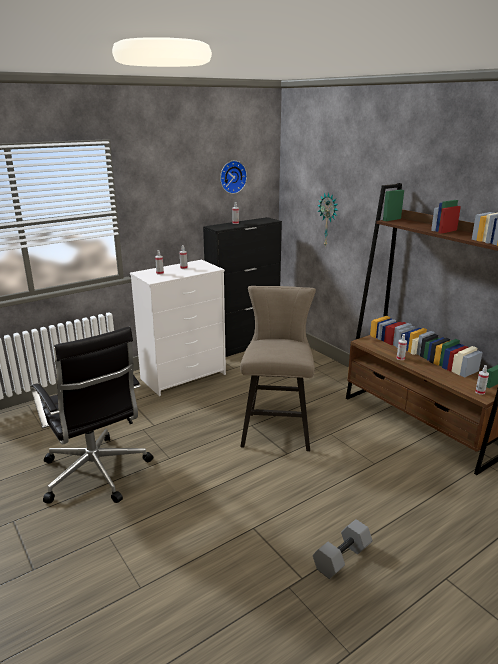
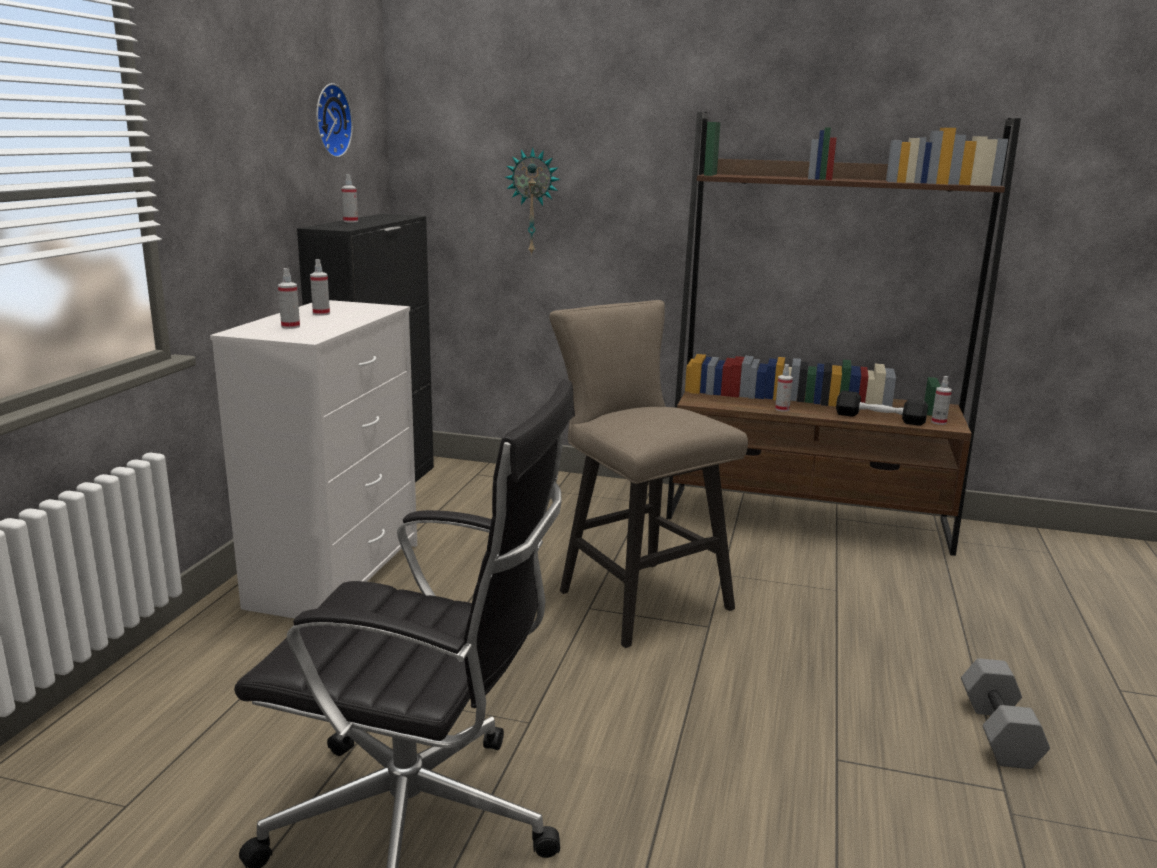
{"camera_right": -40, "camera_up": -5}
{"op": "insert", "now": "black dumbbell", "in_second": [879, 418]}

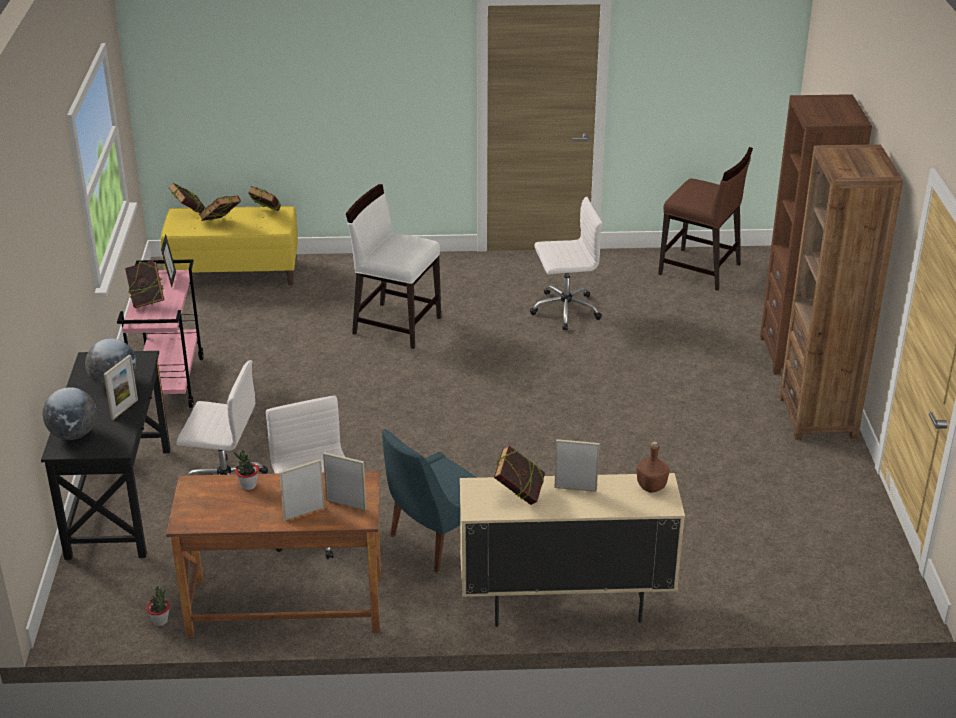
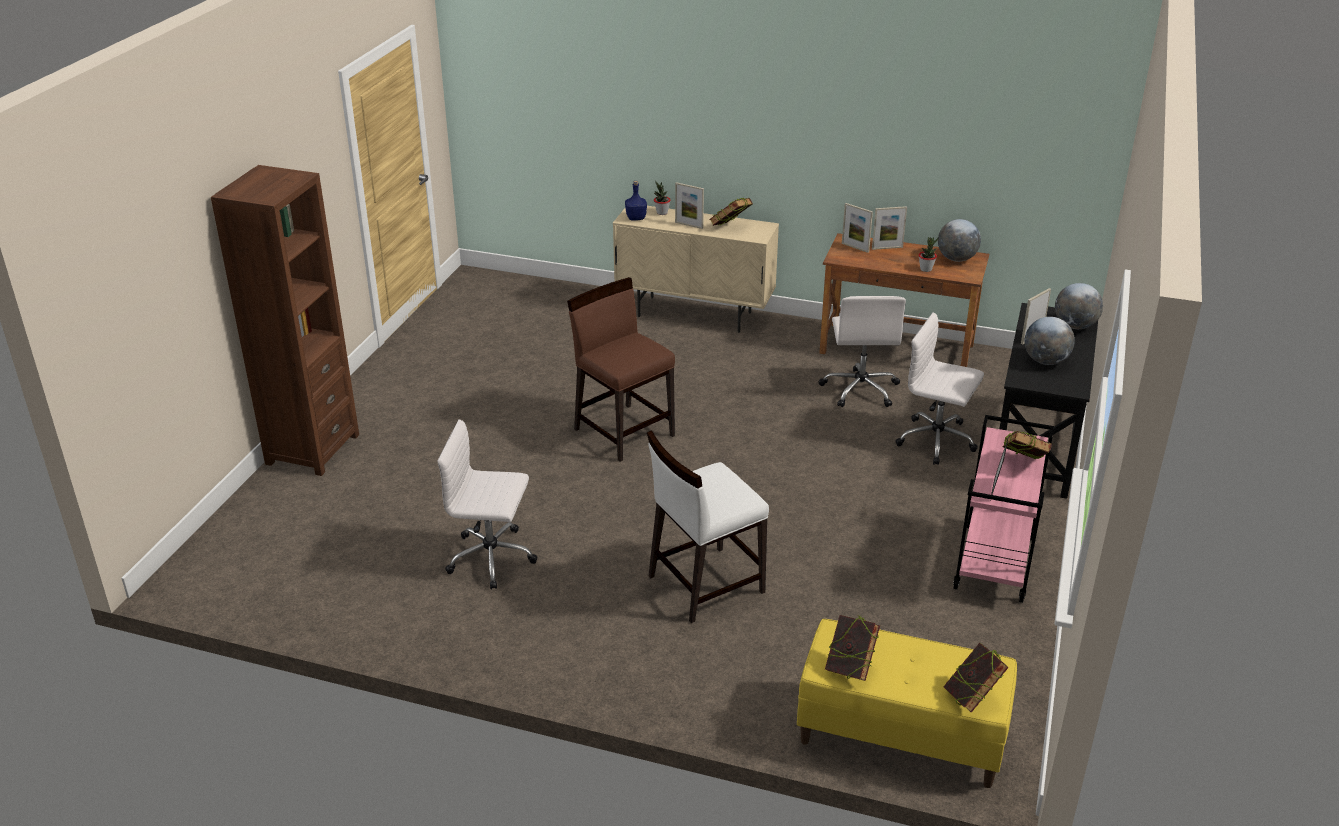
{"camera_right": -160, "camera_up": 0}
{"op": "move", "was": "brown chair", "in_first": [700, 270], "in_second": [624, 431]}
{"op": "recolor", "was": "brown bottle", "now": "blue bottle", "in_first": [651, 486], "in_second": [636, 218]}
{"op": "rotate", "was": "white chair", "in_first": [396, 325], "in_second": [704, 584], "clockwise": 105}
{"op": "move", "was": "potted plant", "in_first": [160, 621], "in_second": [662, 213]}
{"op": "insert", "now": "globe", "in_second": [956, 259]}
{"op": "delete", "was": "book", "in_first": [221, 224]}
{"op": "delete", "was": "blue chair", "in_first": [435, 541]}
{"op": "delete", "was": "brown bookcase", "in_first": [818, 417]}

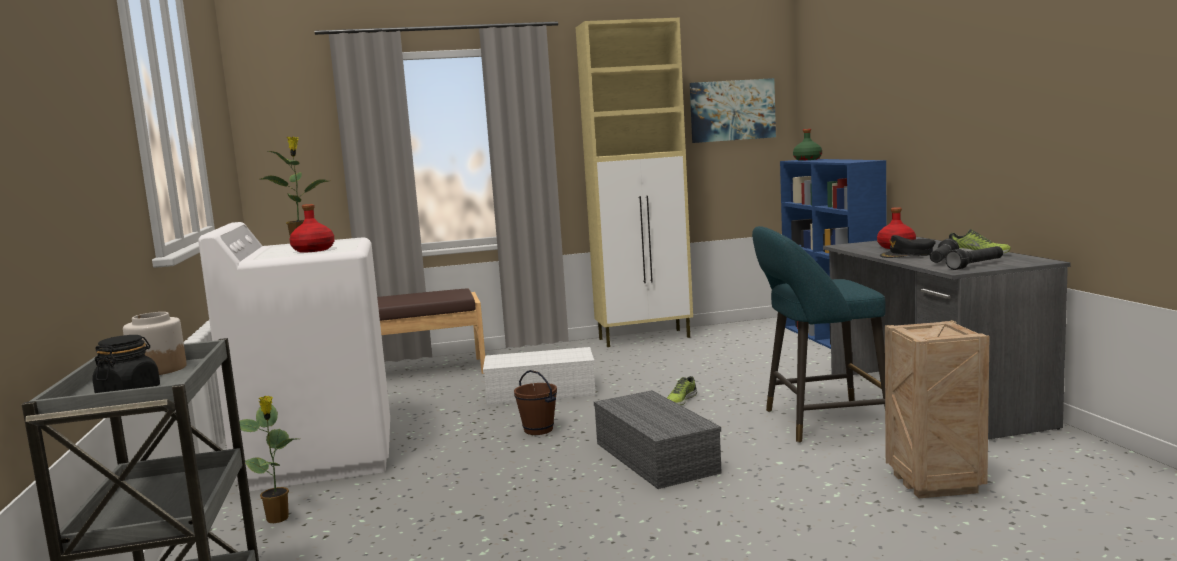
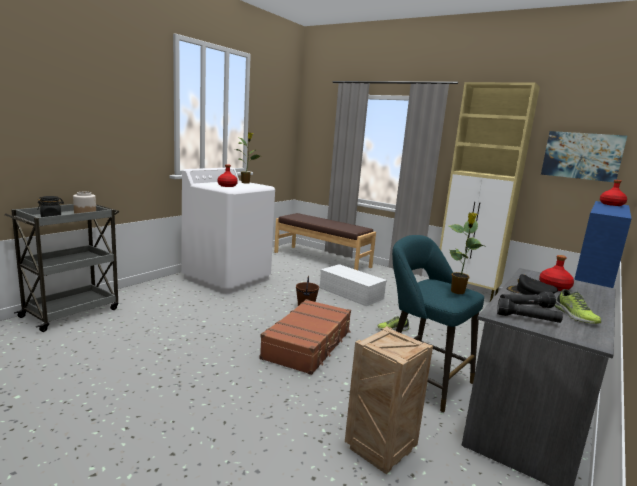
{"camera_right": 45, "camera_up": 5}
{"op": "replace", "was": "grey storage box", "now": "brown suitcase", "in_first": [653, 457], "in_second": [308, 345]}
{"op": "move", "was": "potted plant", "in_first": [278, 519], "in_second": [458, 292]}
{"op": "recolor", "was": "green bottle", "now": "red bottle", "in_first": [807, 159], "in_second": [611, 204]}

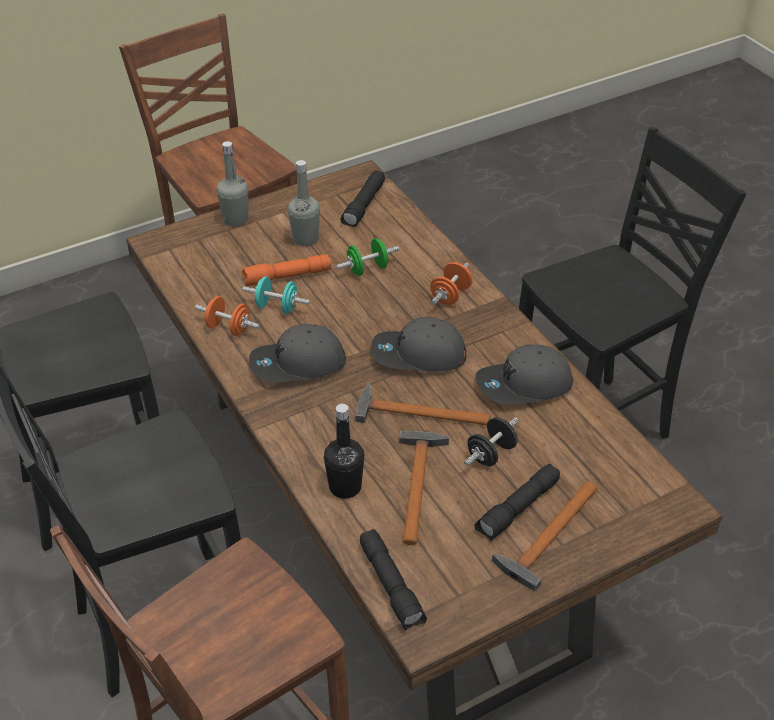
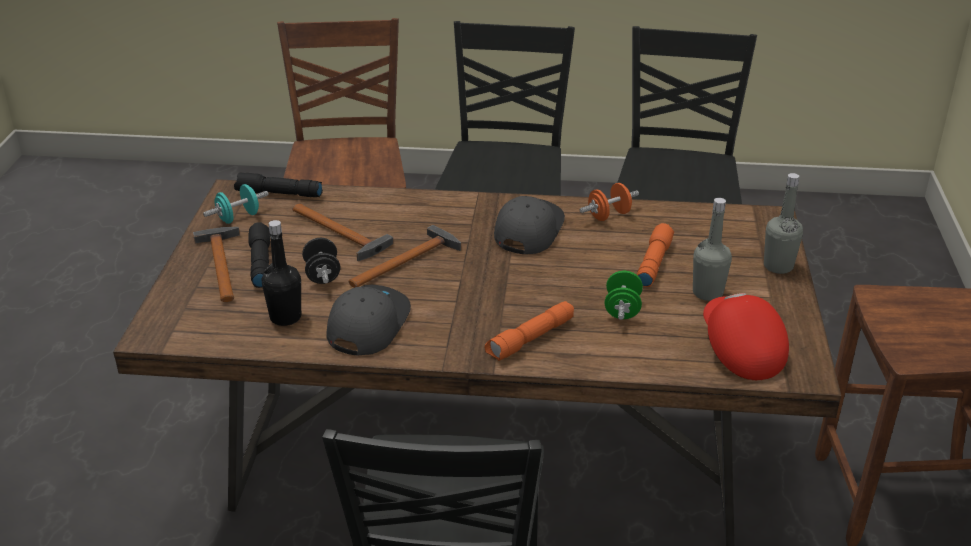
{"camera_right": 125, "camera_up": -10}
{"op": "move", "was": "turquoise dumbbell", "in_first": [277, 307], "in_second": [238, 217]}
{"op": "move", "was": "black bottle", "in_first": [345, 487], "in_second": [285, 317]}
{"op": "replace", "was": "orange dumbbell", "now": "orange flashlight", "in_first": [450, 295], "in_second": [531, 340]}
{"op": "replace", "was": "black flashlight", "now": "red cap", "in_first": [364, 206], "in_second": [739, 350]}
{"op": "delete", "was": "grey cap", "in_first": [418, 356]}

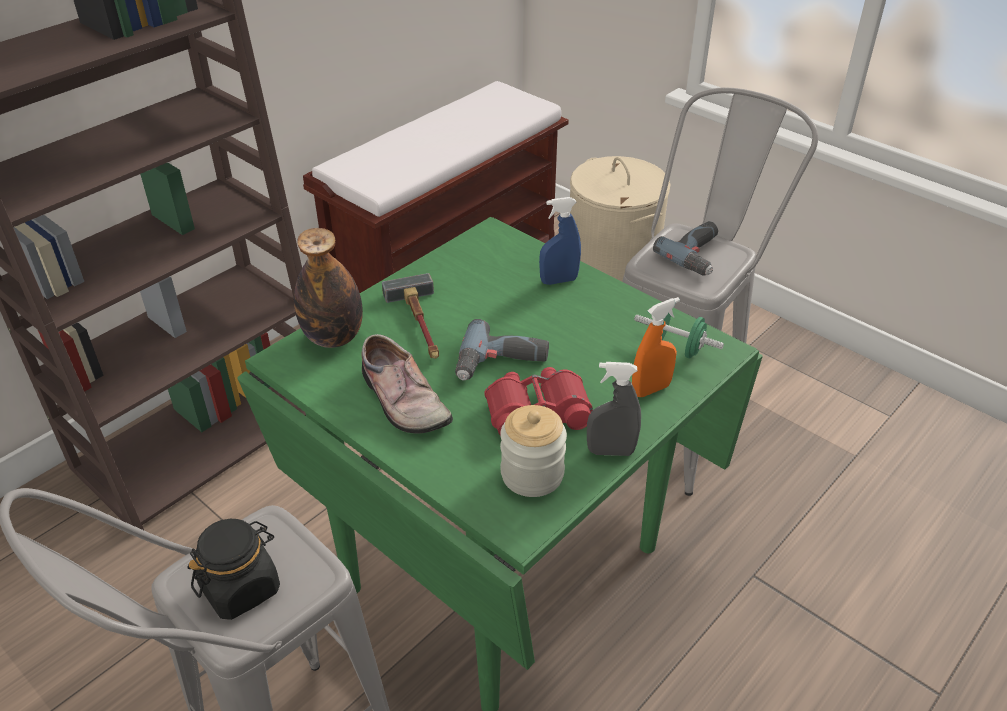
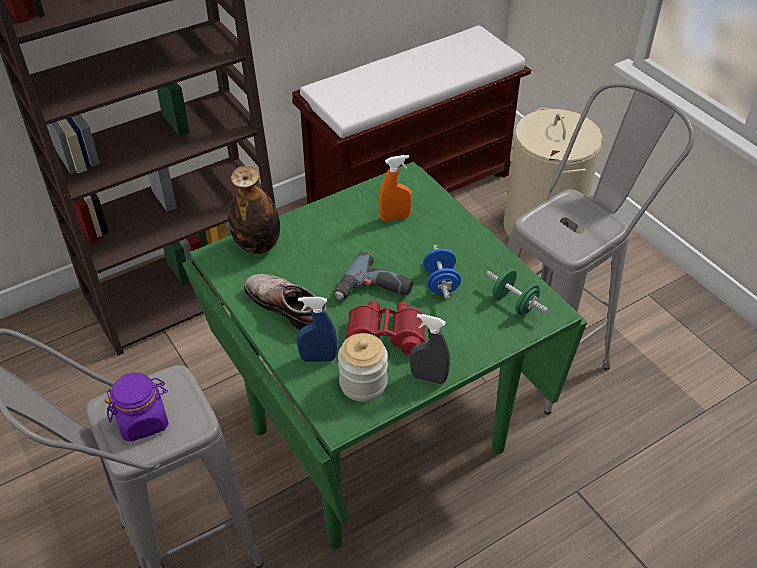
{"camera_right": 15, "camera_up": 5}
{"op": "recolor", "was": "black jar", "now": "purple jar", "in_first": [241, 588], "in_second": [143, 421]}
{"op": "rotate", "was": "shoe", "in_first": [401, 400], "in_second": [289, 306], "clockwise": 150}
{"op": "move", "was": "blue spray bottle", "in_first": [558, 280], "in_second": [318, 358]}
{"op": "move", "was": "orange spray bottle", "in_first": [651, 389], "in_second": [395, 217]}
{"op": "insert", "now": "blue dumbbell", "in_second": [441, 283]}
{"op": "delete", "was": "hammer", "in_first": [420, 325]}
{"op": "delete", "was": "power drill", "in_first": [699, 255]}

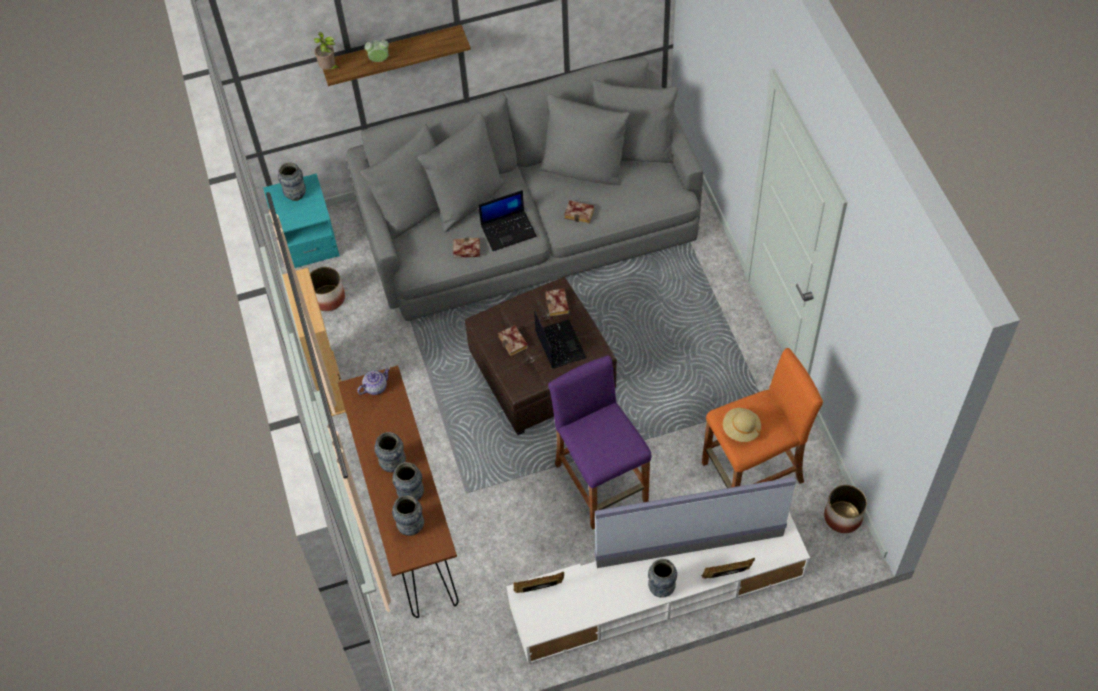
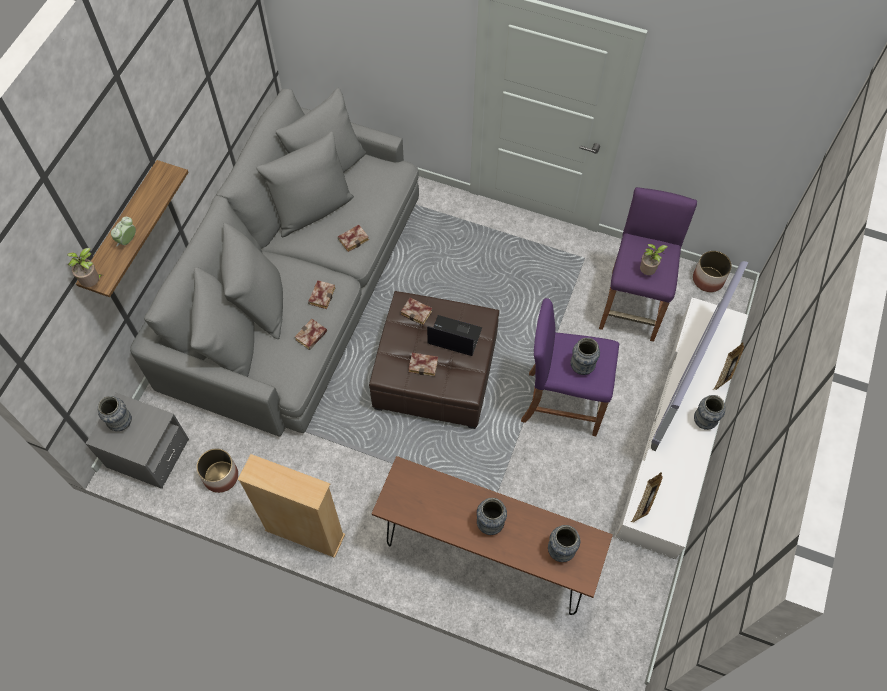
{"camera_right": -55, "camera_up": 5}
{"op": "recolor", "was": "turquoise nightstand", "now": "grey nightstand", "in_first": [307, 241], "in_second": [148, 453]}
{"op": "replace", "was": "laptop", "now": "book", "in_first": [509, 230], "in_second": [321, 295]}
{"op": "move", "was": "vase", "in_first": [411, 494], "in_second": [581, 367]}
{"op": "recolor", "was": "orange stool", "now": "purple stool", "in_first": [752, 473], "in_second": [632, 305]}
{"op": "replace", "was": "beige hat", "now": "potted plant", "in_first": [741, 429], "in_second": [647, 272]}
{"op": "delete", "was": "teapot", "in_first": [375, 387]}

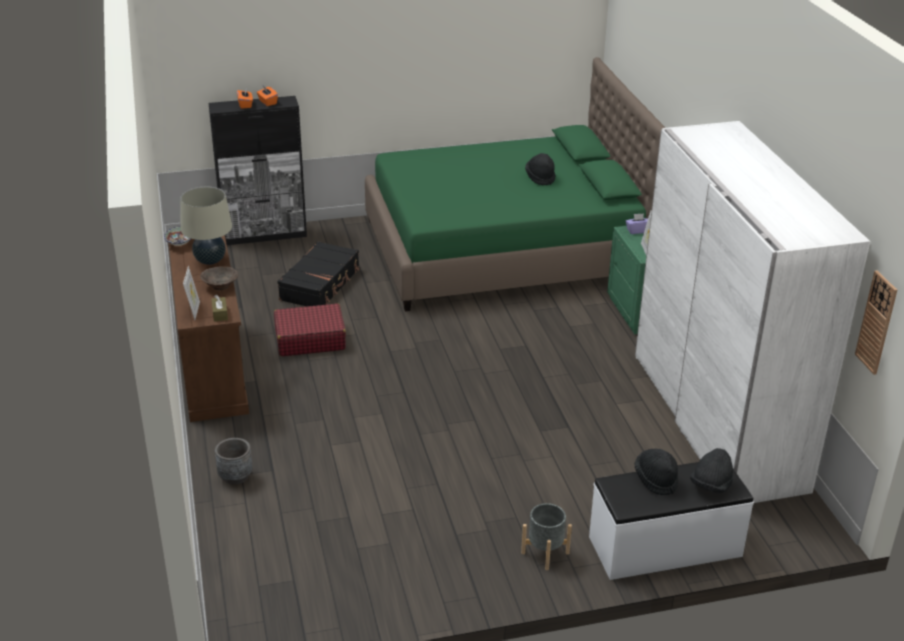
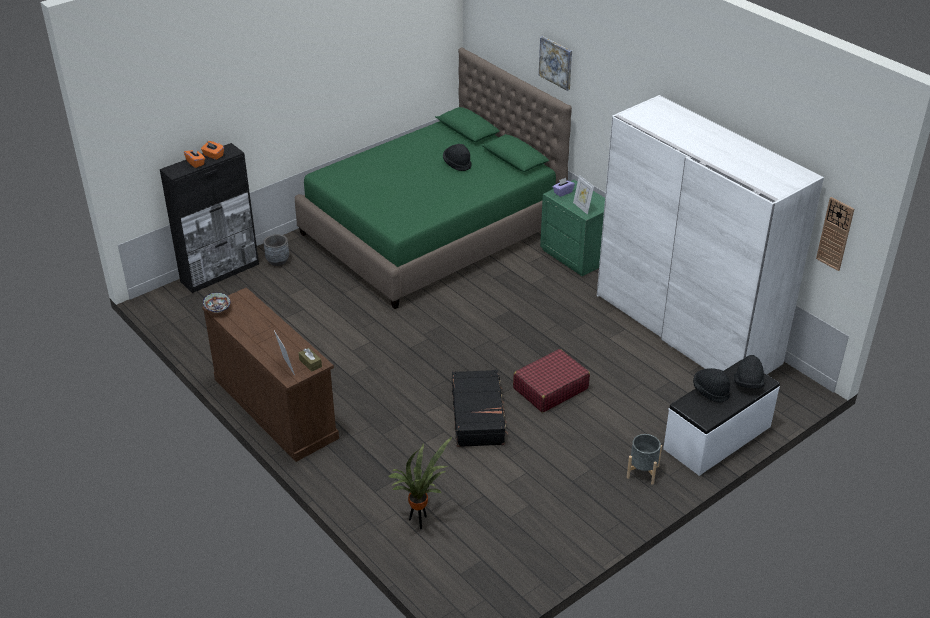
{"camera_right": -25, "camera_up": 5}
{"op": "move", "was": "grey planter", "in_first": [235, 476], "in_second": [277, 261]}
{"op": "insert", "now": "potted plant", "in_second": [420, 521]}
{"op": "move", "was": "black suitcase", "in_first": [320, 284], "in_second": [478, 415]}
{"op": "move", "was": "red suitcase", "in_first": [310, 339], "in_second": [550, 388]}
{"op": "insert", "now": "picture", "in_second": [556, 62]}
{"op": "delete", "was": "beige table lamp", "in_first": [210, 260]}
{"op": "delete", "was": "brown bowl", "in_first": [220, 286]}

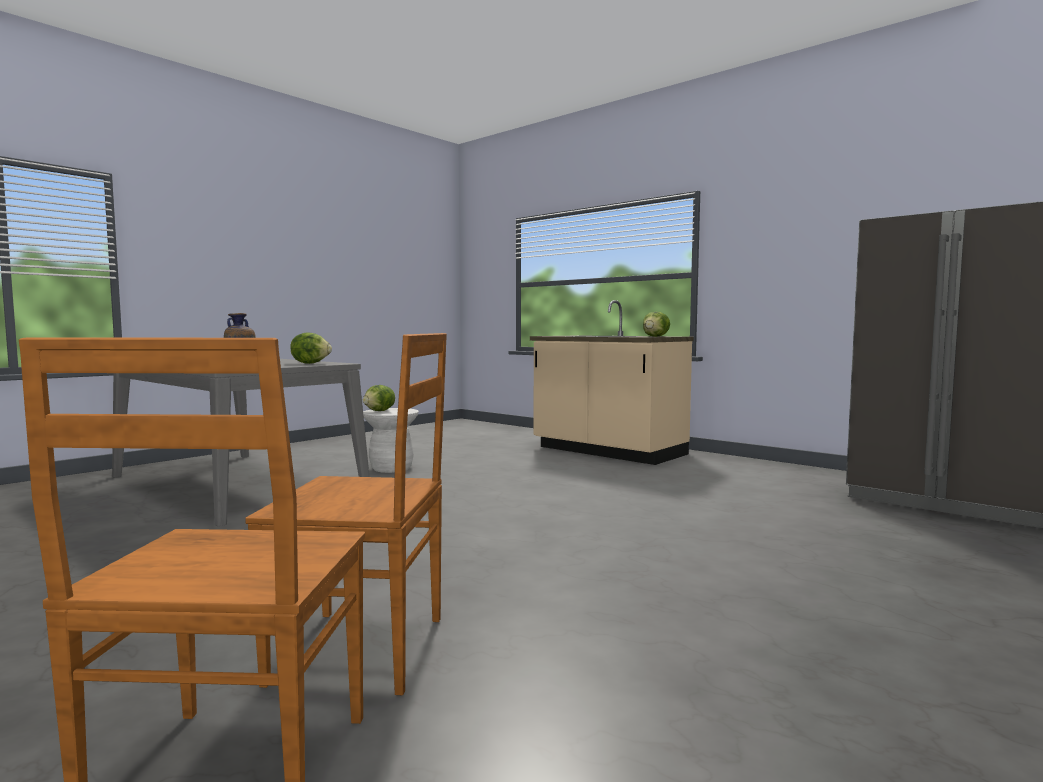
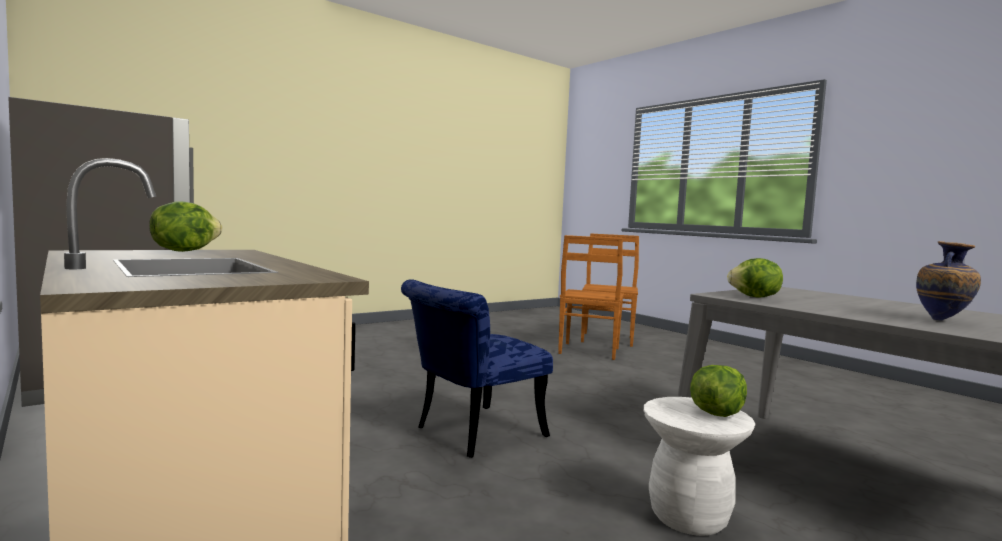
{"camera_right": -170, "camera_up": 0}
{"op": "insert", "now": "blue chair", "in_second": [471, 433]}
{"op": "rotate", "was": "brown chair", "in_first": [365, 650], "in_second": [588, 351], "clockwise": -90}

